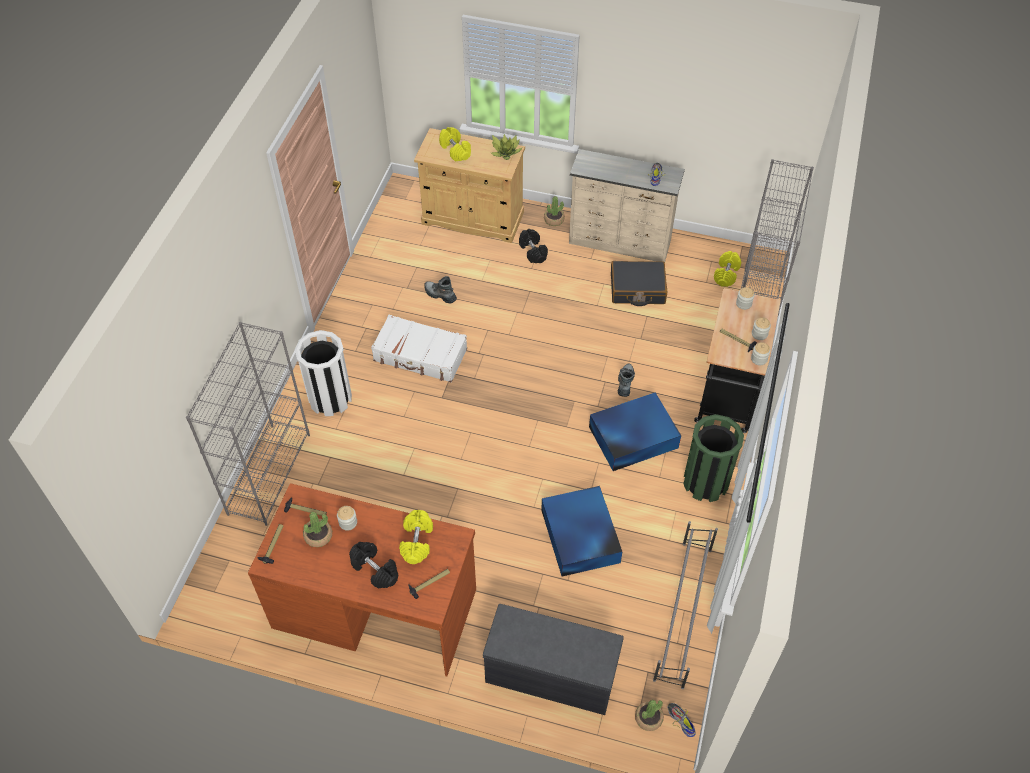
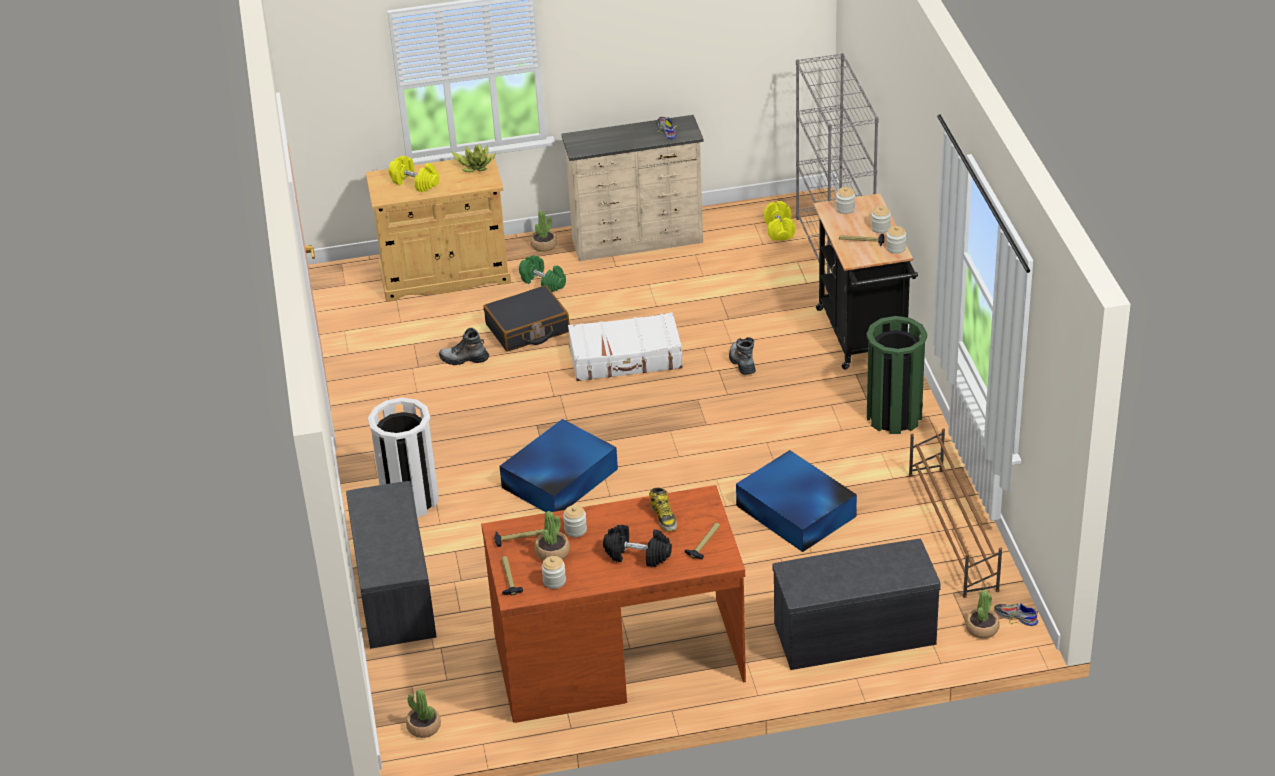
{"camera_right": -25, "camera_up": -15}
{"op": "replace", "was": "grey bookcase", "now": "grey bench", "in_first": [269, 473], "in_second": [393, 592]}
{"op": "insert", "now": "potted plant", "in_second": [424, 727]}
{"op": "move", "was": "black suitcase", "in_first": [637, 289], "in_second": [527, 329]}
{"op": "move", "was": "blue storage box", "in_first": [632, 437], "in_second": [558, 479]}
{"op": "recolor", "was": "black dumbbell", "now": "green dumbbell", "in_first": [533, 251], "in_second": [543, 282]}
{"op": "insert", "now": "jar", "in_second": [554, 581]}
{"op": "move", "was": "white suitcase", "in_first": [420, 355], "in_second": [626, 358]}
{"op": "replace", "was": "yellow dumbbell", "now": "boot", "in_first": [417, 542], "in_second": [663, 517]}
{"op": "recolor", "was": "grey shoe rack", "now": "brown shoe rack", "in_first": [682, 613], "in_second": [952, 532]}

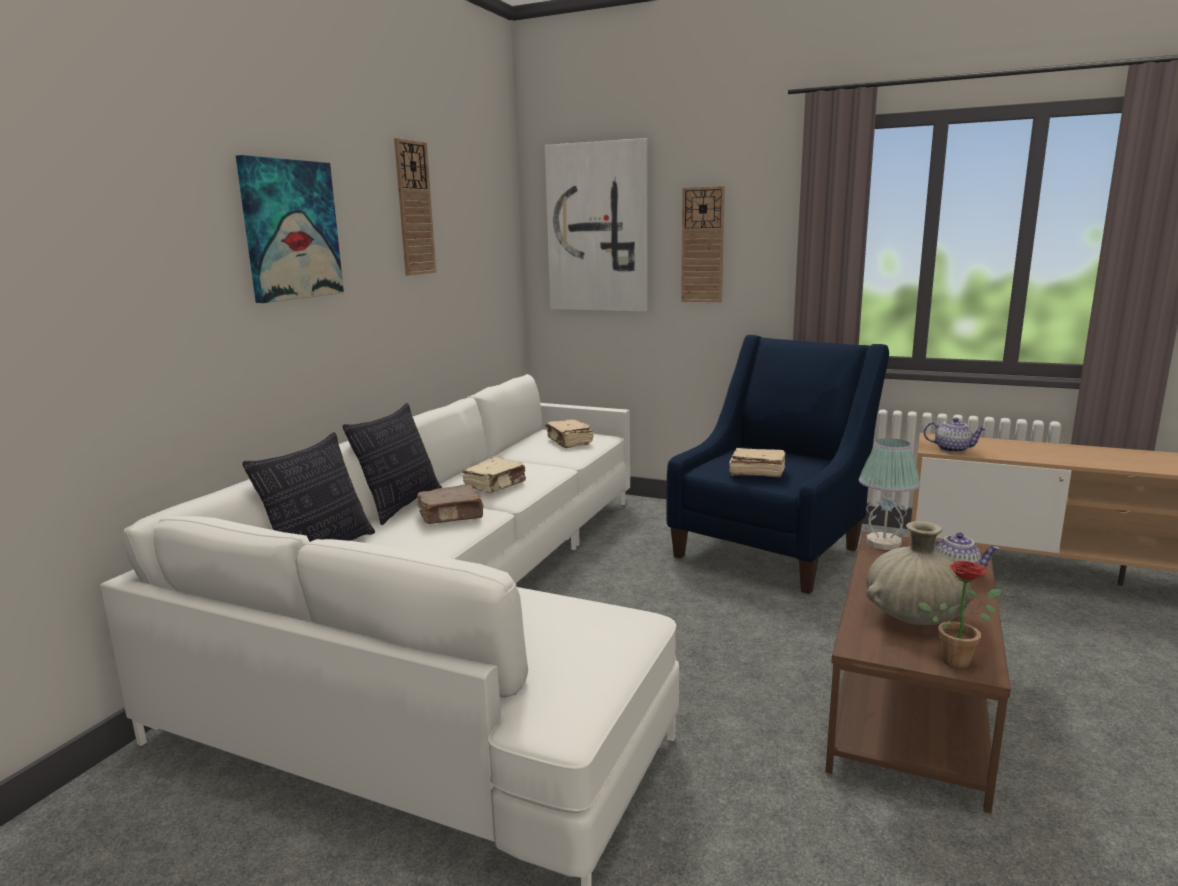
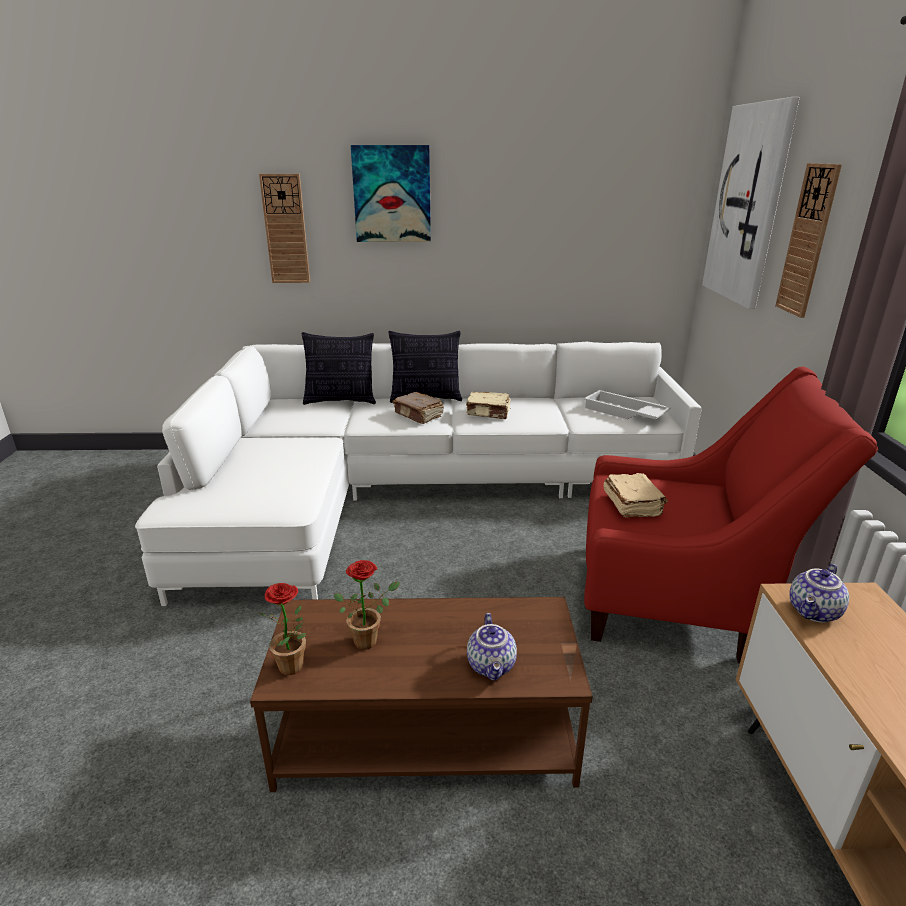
{"camera_right": 65, "camera_up": 10}
{"op": "move", "was": "wall clock", "in_first": [414, 208], "in_second": [285, 229]}
{"op": "replace", "was": "beige vase", "now": "potted plant", "in_first": [913, 616], "in_second": [369, 639]}
{"op": "recolor", "was": "blue armchair", "now": "red armchair", "in_first": [772, 548], "in_second": [679, 601]}
{"op": "replace", "was": "beige book", "now": "white tray", "in_first": [569, 442], "in_second": [624, 413]}
{"op": "rotate", "was": "teapot", "in_first": [952, 449], "in_second": [814, 612], "clockwise": 45}
{"op": "delete", "was": "table lamp", "in_first": [884, 543]}

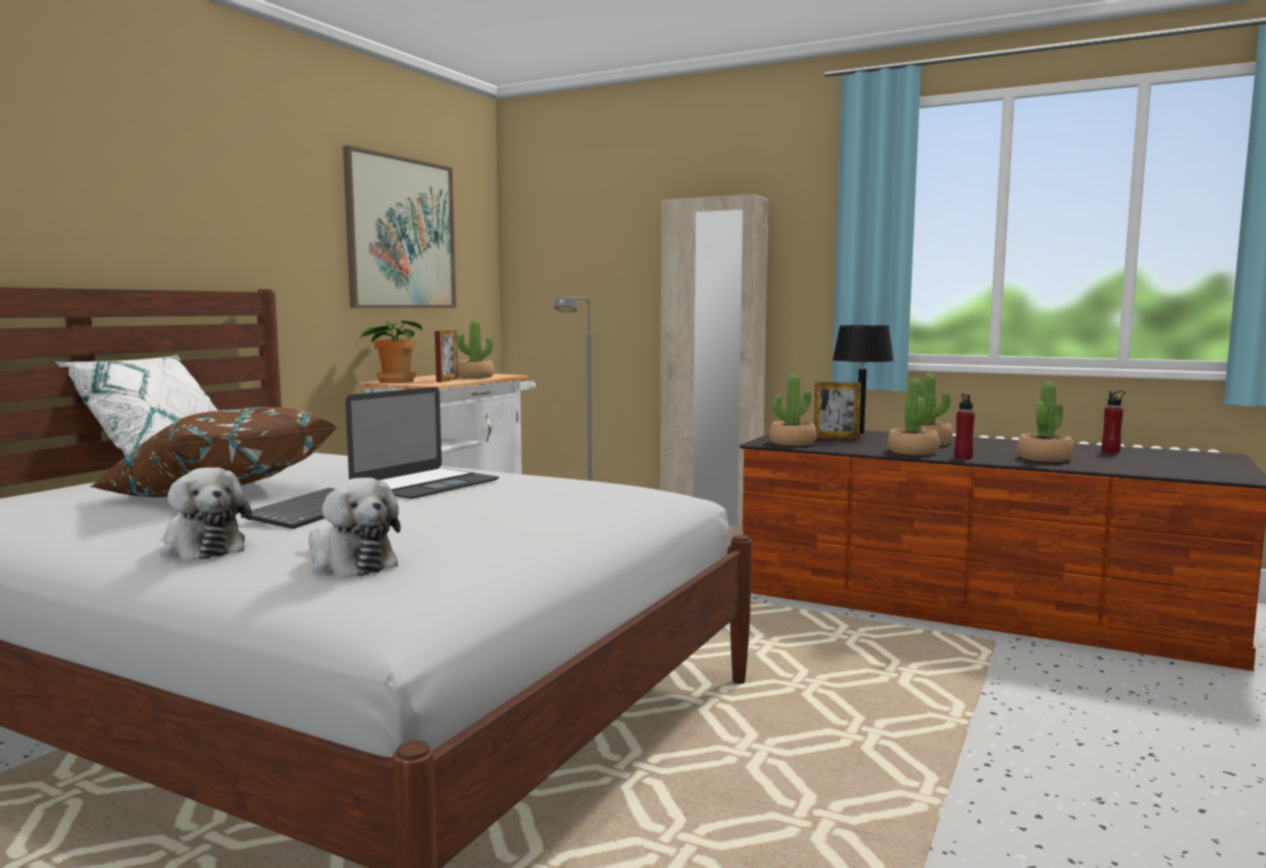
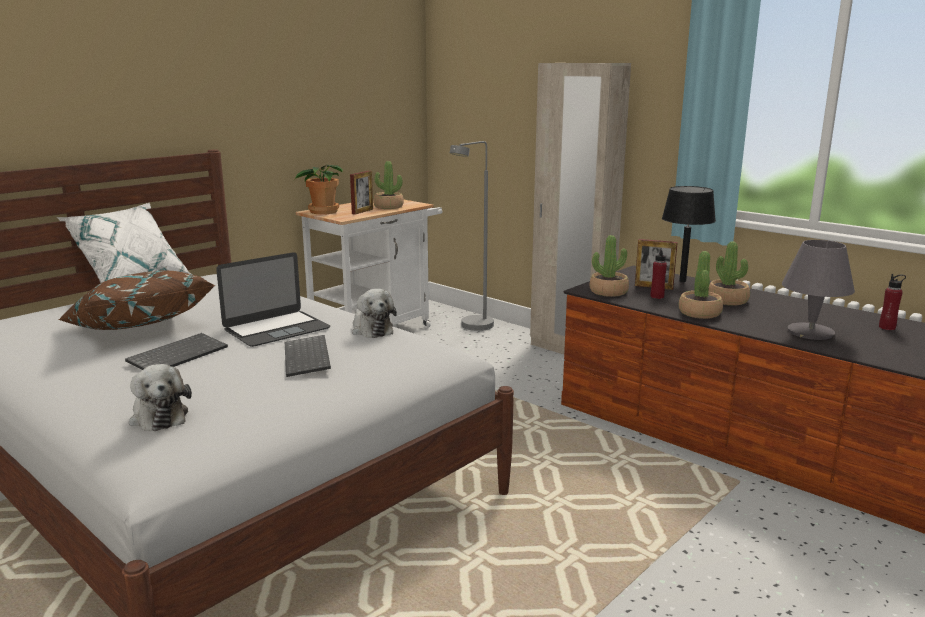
{"camera_right": 15, "camera_up": 10}
{"op": "insert", "now": "keyboard", "in_second": [308, 358]}
{"op": "move", "was": "plush toy", "in_first": [202, 548], "in_second": [371, 329]}
{"op": "move", "was": "red bottle", "in_first": [963, 457], "in_second": [657, 296]}
{"op": "replace", "was": "potted plant", "now": "grey table lamp", "in_first": [1044, 458], "in_second": [810, 333]}
{"op": "delete", "was": "picture", "in_first": [401, 233]}

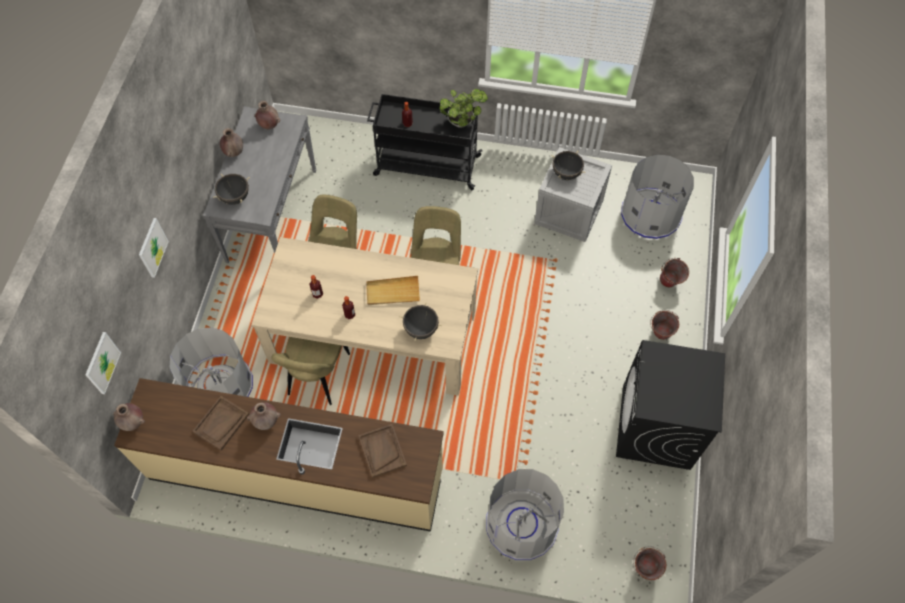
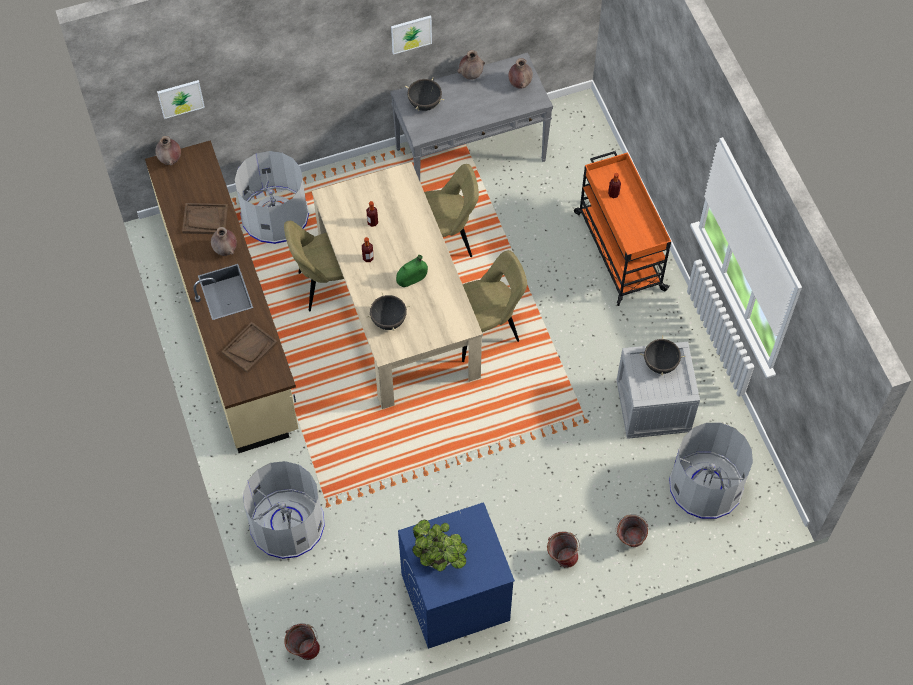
{"camera_right": 60, "camera_up": 0}
{"op": "move", "was": "picture", "in_first": [152, 247], "in_second": [411, 34]}
{"op": "replace", "was": "beige tray", "now": "green vase", "in_first": [393, 292], "in_second": [412, 279]}
{"op": "recolor", "was": "black washing machine", "now": "blue washing machine", "in_first": [656, 427], "in_second": [454, 598]}
{"op": "move", "was": "potted plant", "in_first": [462, 121], "in_second": [440, 558]}
{"op": "recolor", "was": "black cart", "now": "orange cart", "in_first": [426, 165], "in_second": [618, 250]}

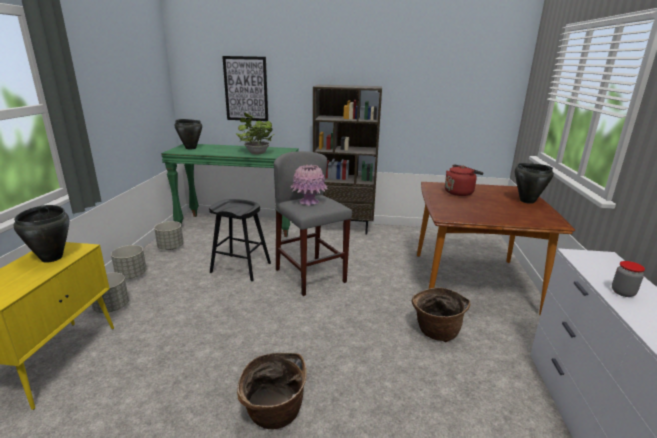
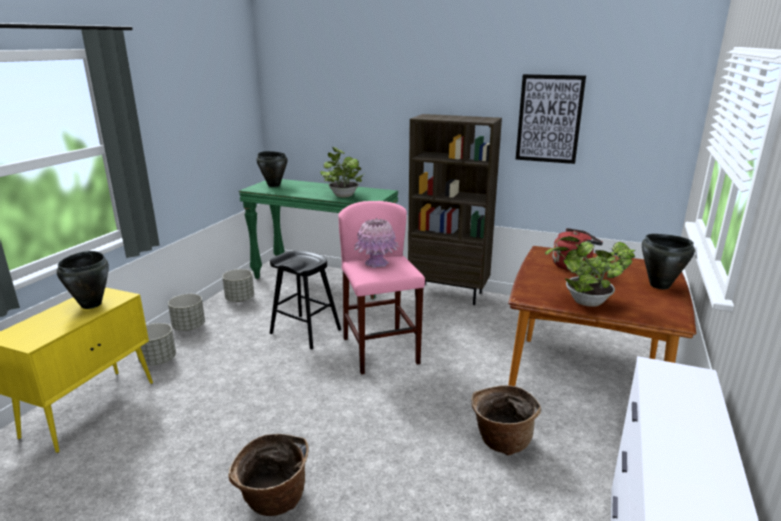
{"camera_right": 15, "camera_up": 0}
{"op": "recolor", "was": "grey stool", "now": "pink stool", "in_first": [310, 276], "in_second": [380, 351]}
{"op": "move", "was": "picture", "in_first": [246, 89], "in_second": [549, 119]}
{"op": "insert", "now": "potted plant", "in_second": [583, 302]}
{"op": "delete", "was": "jar", "in_first": [623, 292]}

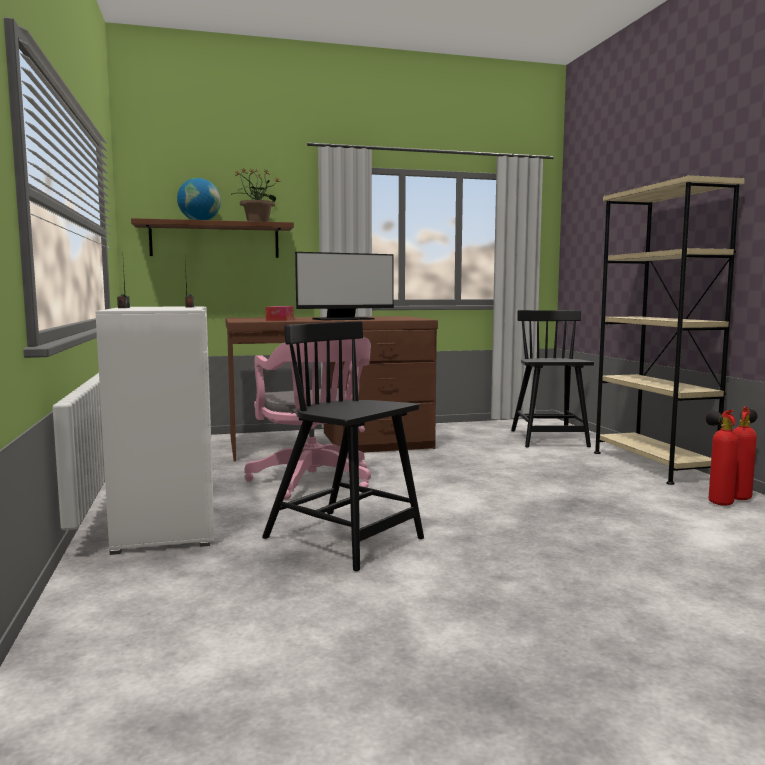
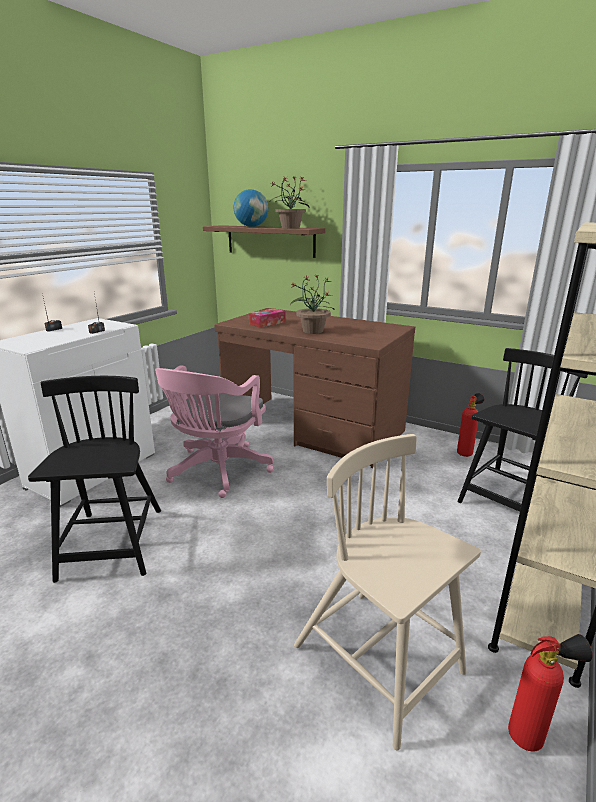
{"camera_right": 45, "camera_up": 15}
{"op": "replace", "was": "monitor", "now": "potted plant", "in_first": [343, 319], "in_second": [312, 331]}
{"op": "insert", "now": "beige chair", "in_second": [380, 661]}
{"op": "move", "was": "fire extinguisher", "in_first": [717, 502], "in_second": [466, 453]}

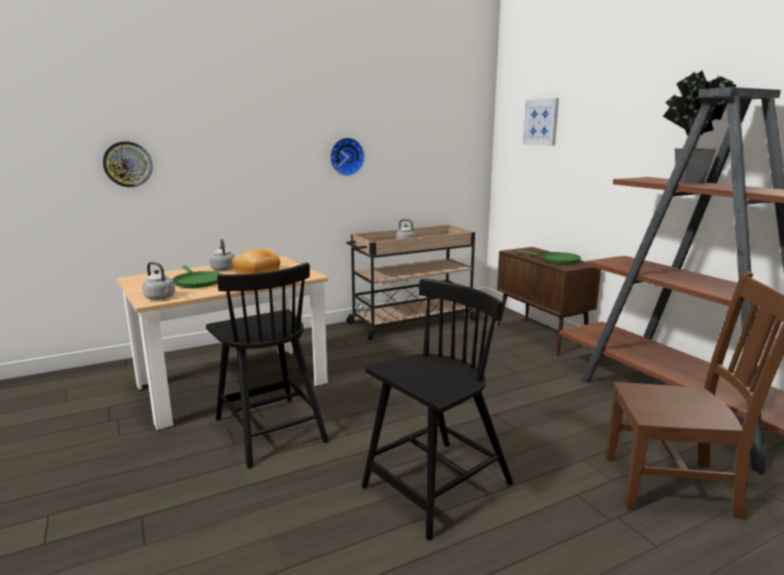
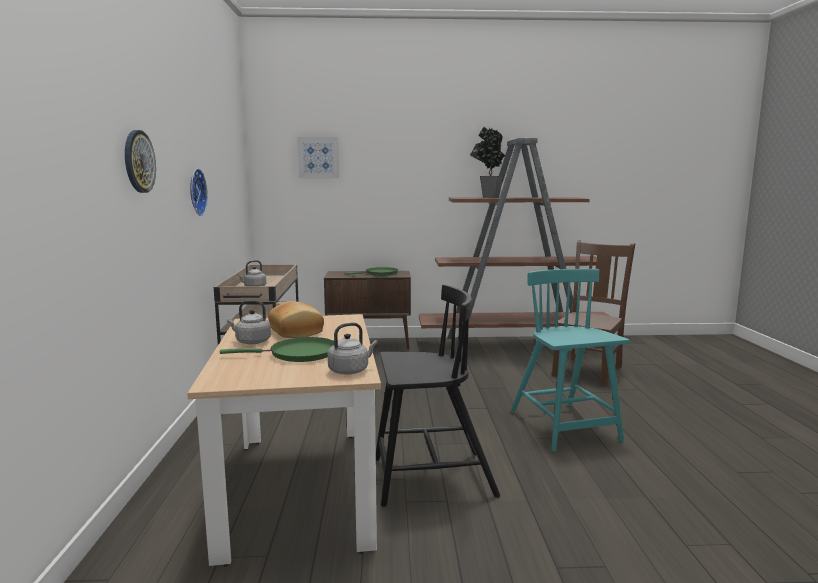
{"camera_right": -65, "camera_up": -5}
{"op": "move", "was": "wall clock", "in_first": [128, 164], "in_second": [138, 161]}
{"op": "recolor", "was": "black chair", "now": "turquoise chair", "in_first": [436, 487], "in_second": [564, 427]}

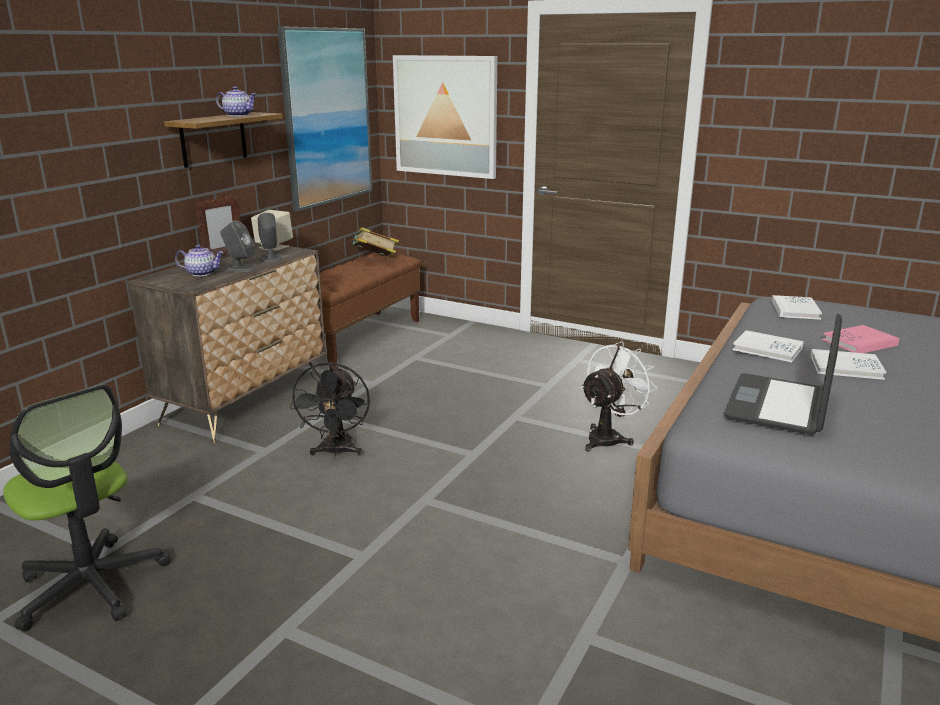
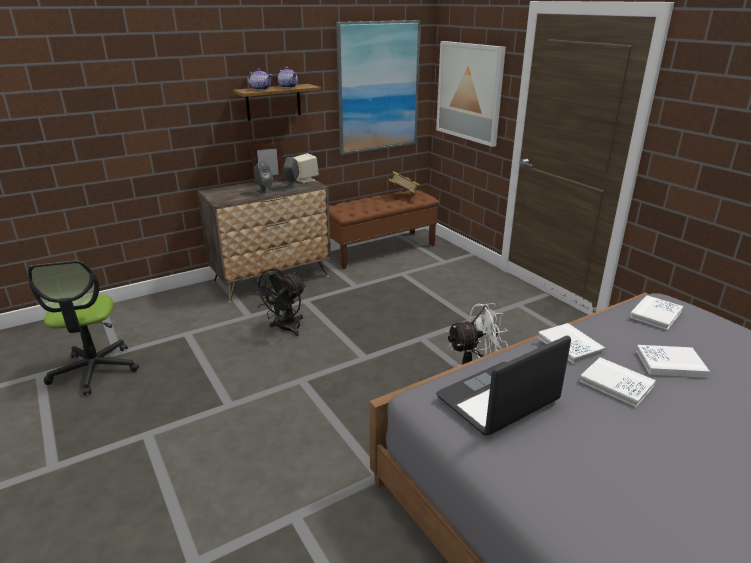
{"camera_right": 30, "camera_up": 5}
{"op": "move", "was": "teapot", "in_first": [201, 273], "in_second": [260, 89]}
{"op": "recolor", "was": "pink book", "now": "white book", "in_first": [859, 342], "in_second": [670, 363]}

